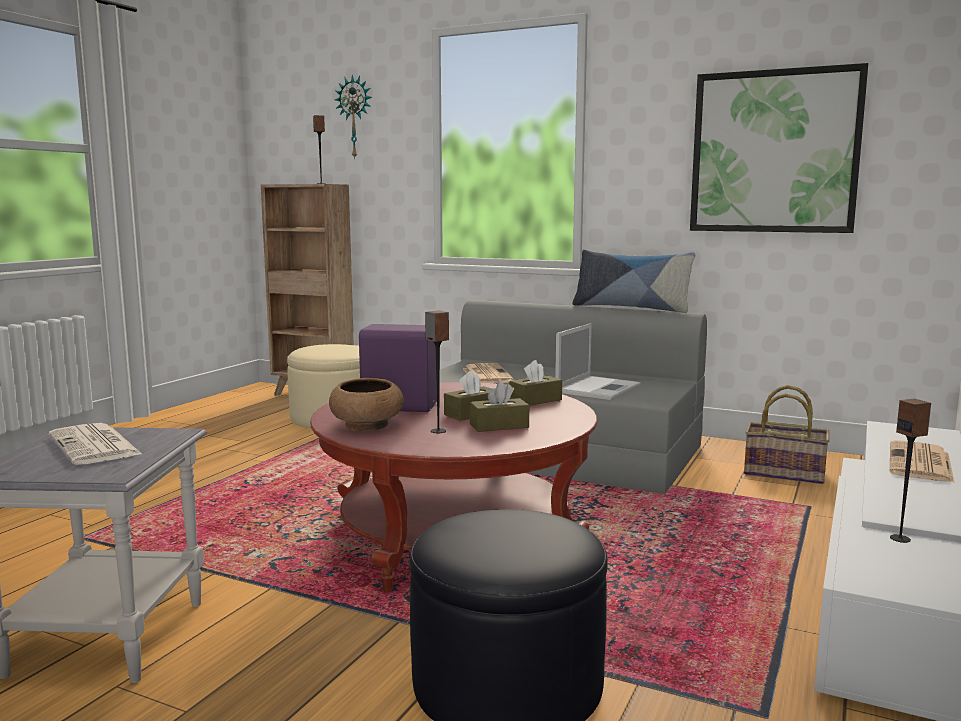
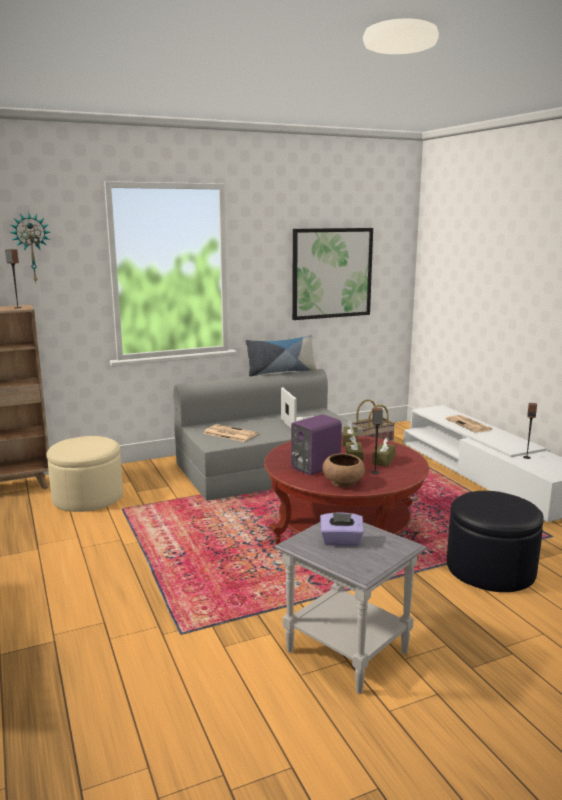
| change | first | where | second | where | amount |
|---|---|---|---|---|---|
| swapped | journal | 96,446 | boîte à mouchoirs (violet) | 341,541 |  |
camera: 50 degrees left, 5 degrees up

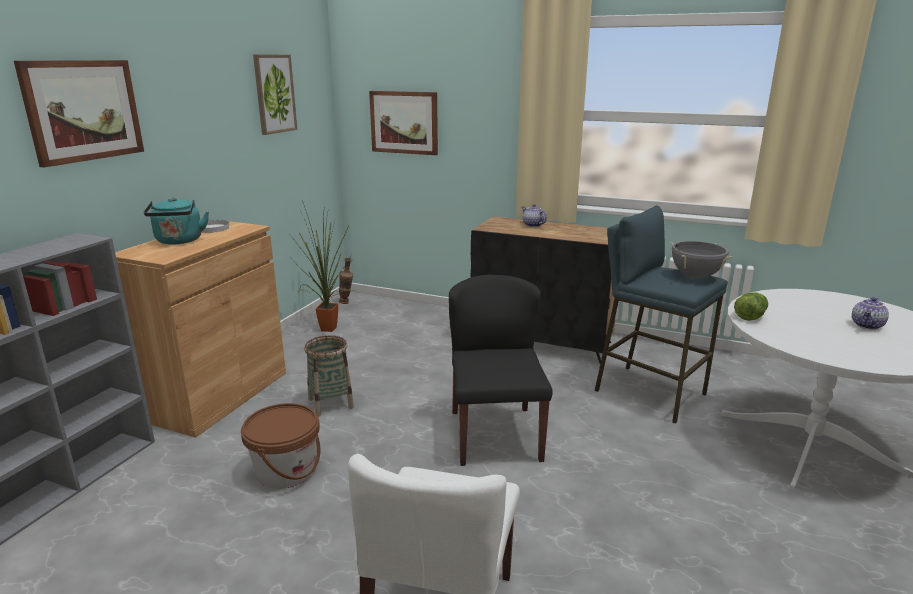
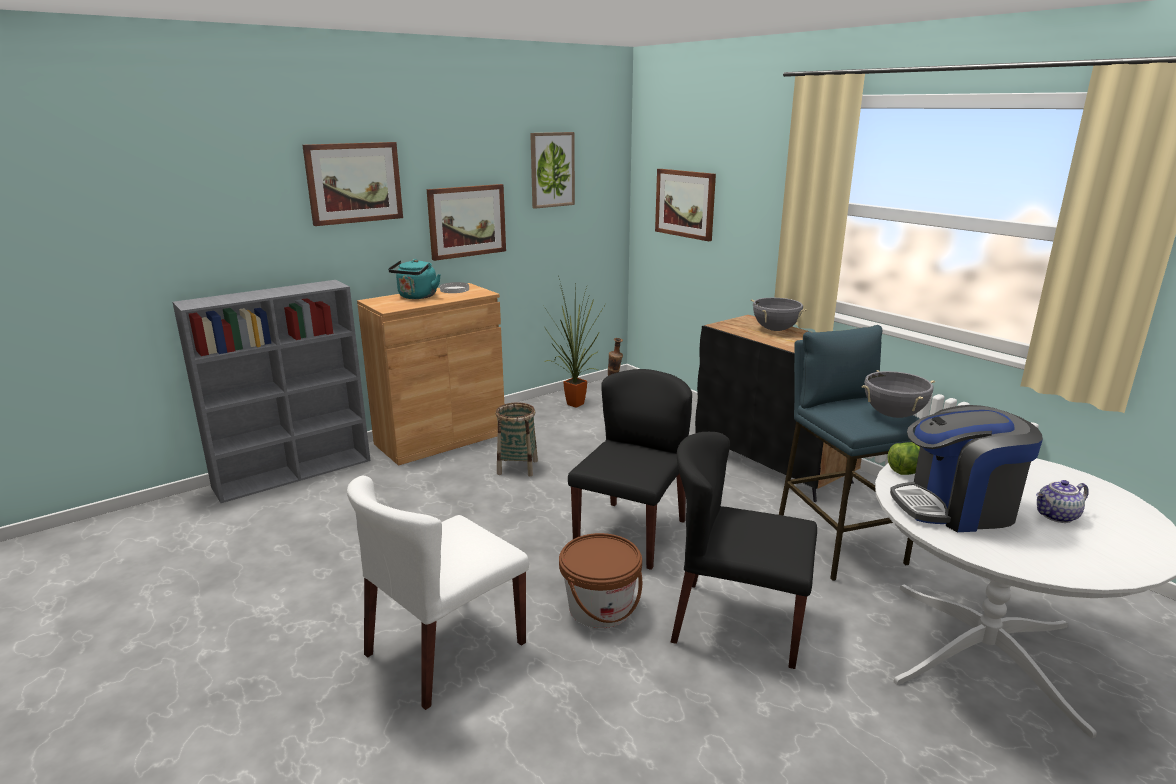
| change | first | where | second | where | amount |
|---|---|---|---|---|---|
| swapped | théière | 532,225 | marmite (gris) | 775,330 |  |
| shifted | seau (marron) | 286,471 |  | 600,608 |  |
| new |  |  | tableau | 466,221 |  |
| new |  |  | machine à café | 956,508 |  |
| new |  |  | chaise (noir) | 737,623 |  |
camera: 30 degrees right, 0 degrees up

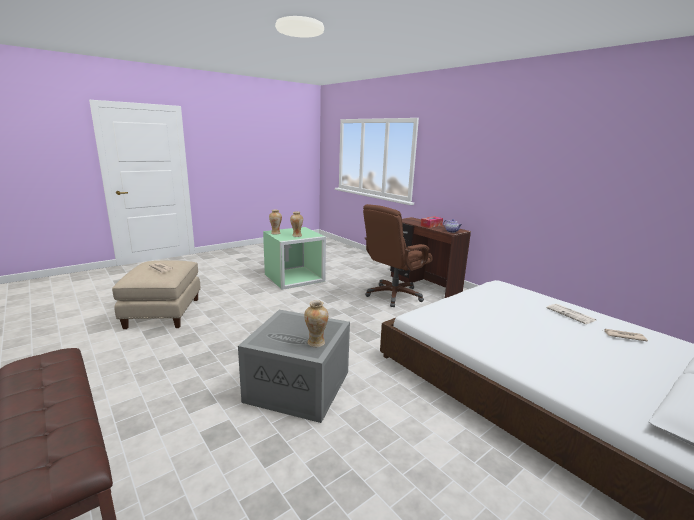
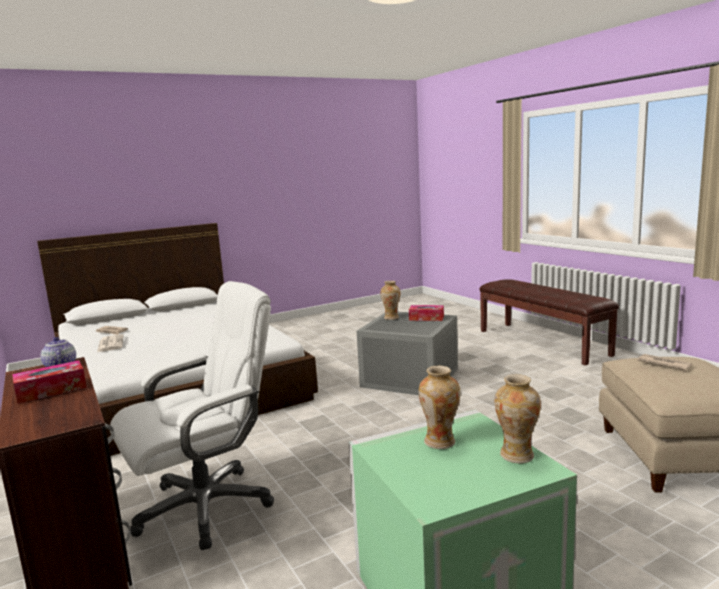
| change | first | where | second | where | amount |
|---|---|---|---|---|---|
| repainted | chaise de bureau (marron) | 394,295 | chaise de bureau (blanc) | 206,507 |  |
| new |  |  | boîte à mouchoirs | 426,318 |  |
camera: 170 degrees left, 5 degrees down

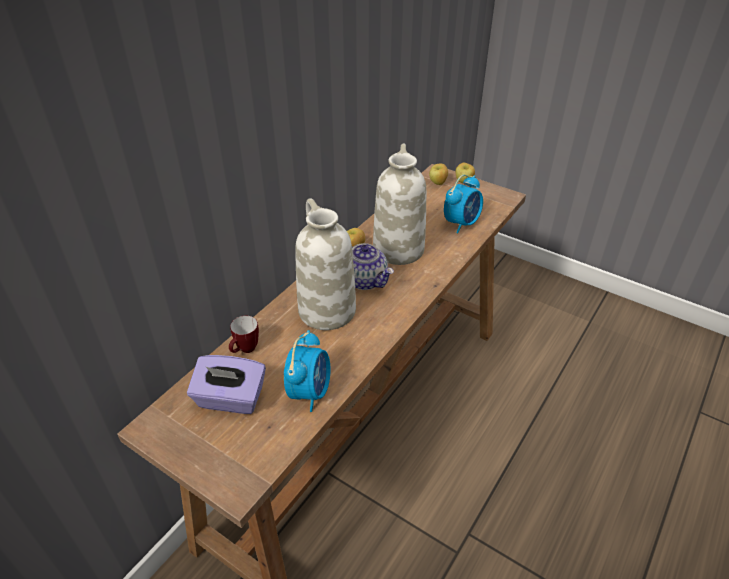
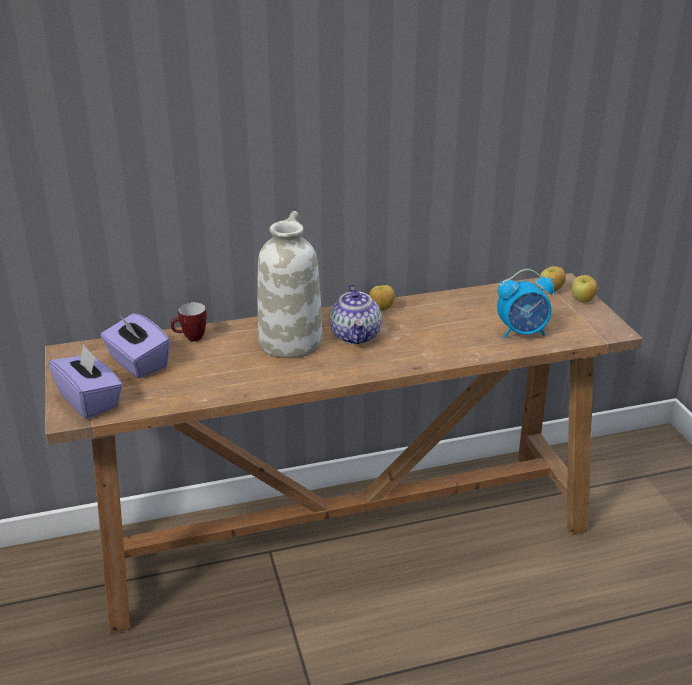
| change | first | where | second | where | amount |
|---|---|---|---|---|---|
| gone | vase (blanc) | 398,248 |  |  |  |
| gone | réveil | 310,392 |  |  |  |
| new |  |  | boîte à mouchoirs (violet) | 90,400 |  |
camera: 40 degrees right, 10 degrees down

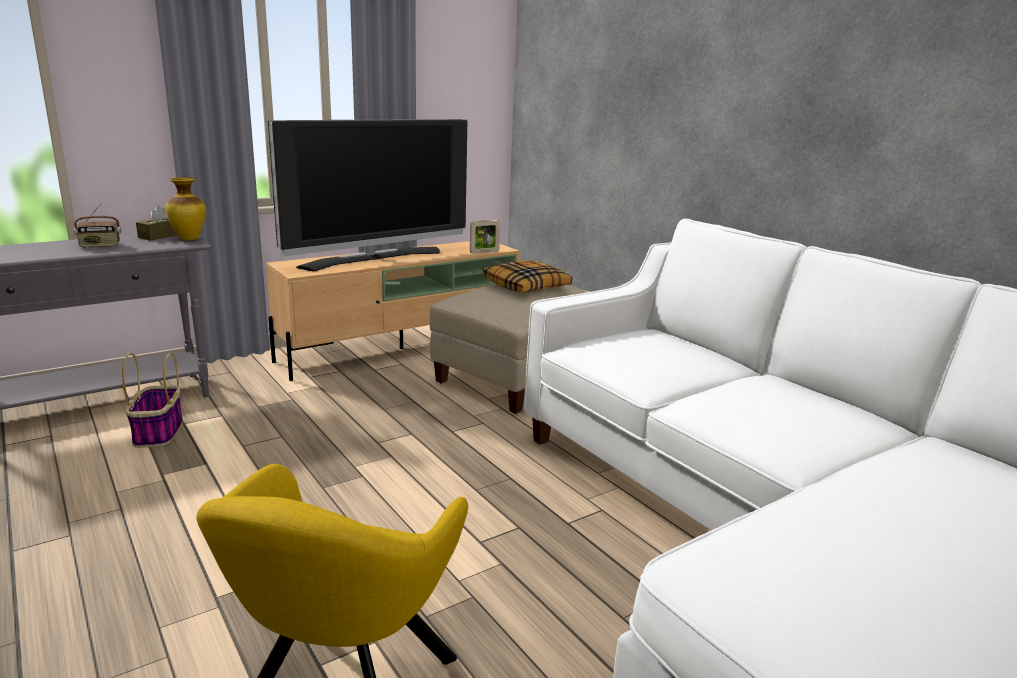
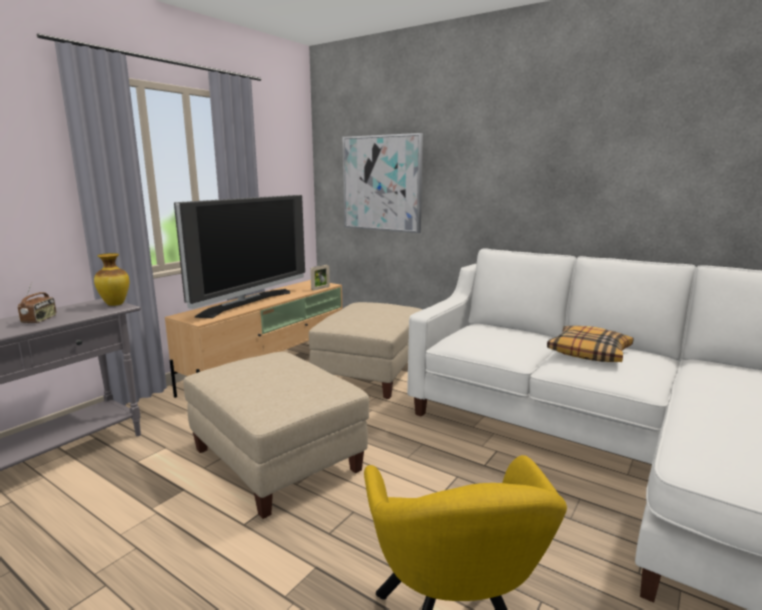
| change | first | where | second | where | amount |
|---|---|---|---|---|---|
| rotated | radio | 100,246 |  | 40,320 | 45 degrees counterclockwise |
| gone | boîte à mouchoirs (marron) | 160,236 |  |  |  |
| shifted | coussin | 526,287 |  | 589,353 |  |
| gone | panier | 158,433 |  |  |  |
| new |  |  | tableau | 381,183 |  |
| new |  |  | pouf (beige) | 276,461 |  |
camera: 20 degrees left, 5 degrees down

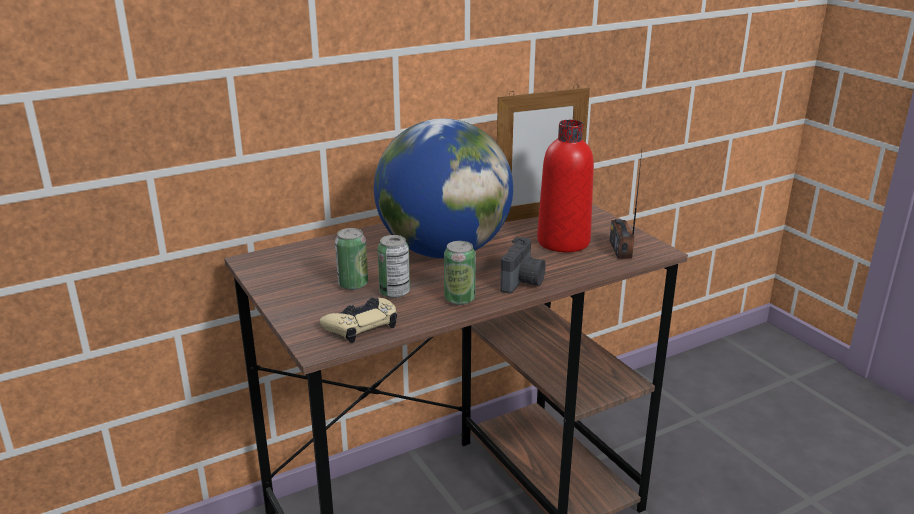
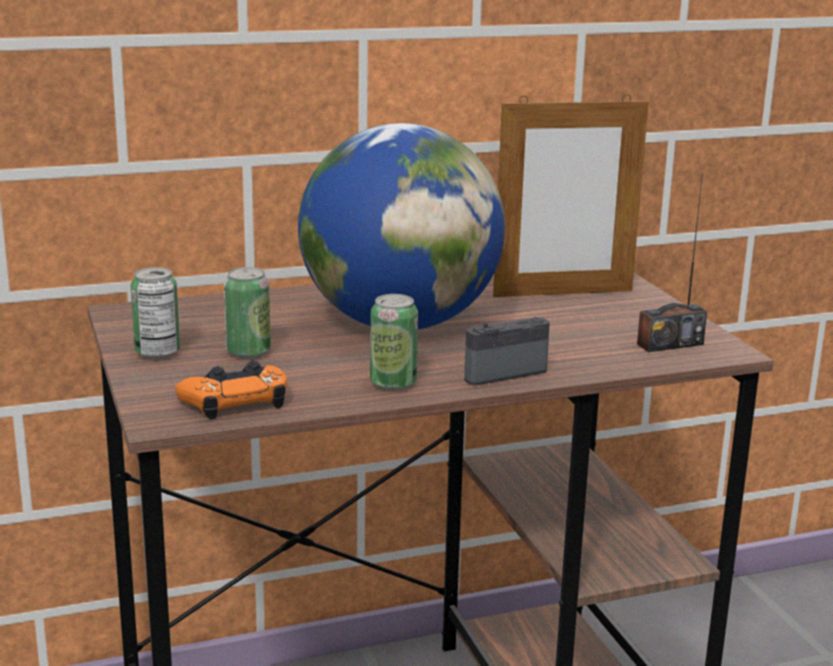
| change | first | where | second | where | amount |
|---|---|---|---|---|---|
| gone | bouteille (rouge) | 563,242 |  |  |  |
| rotated | radio | 621,249 |  | 669,344 | 120 degrees counterclockwise |
| shifted | boîte métallique | 394,292 |  | 157,352 |  |
| rotated | appareil photo | 523,282 |  | 499,371 | 150 degrees counterclockwise |
| repainted | manette (beige) | 361,325 | manette (orange) | 235,401 |  |
camera: 10 degrees right, 5 degrees down

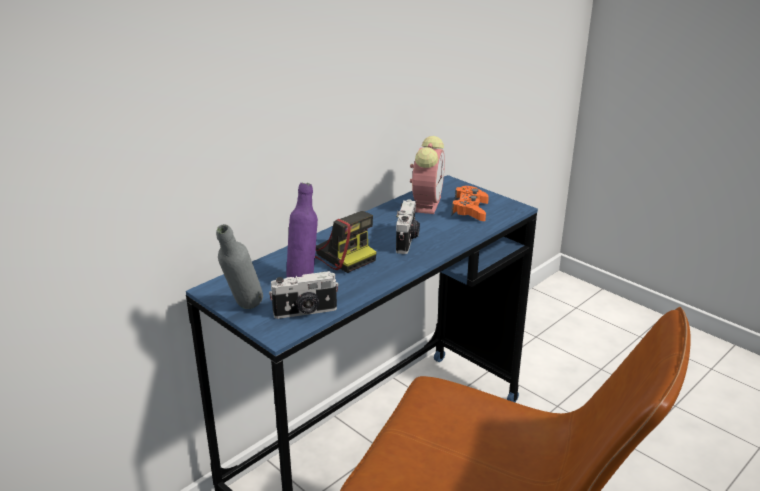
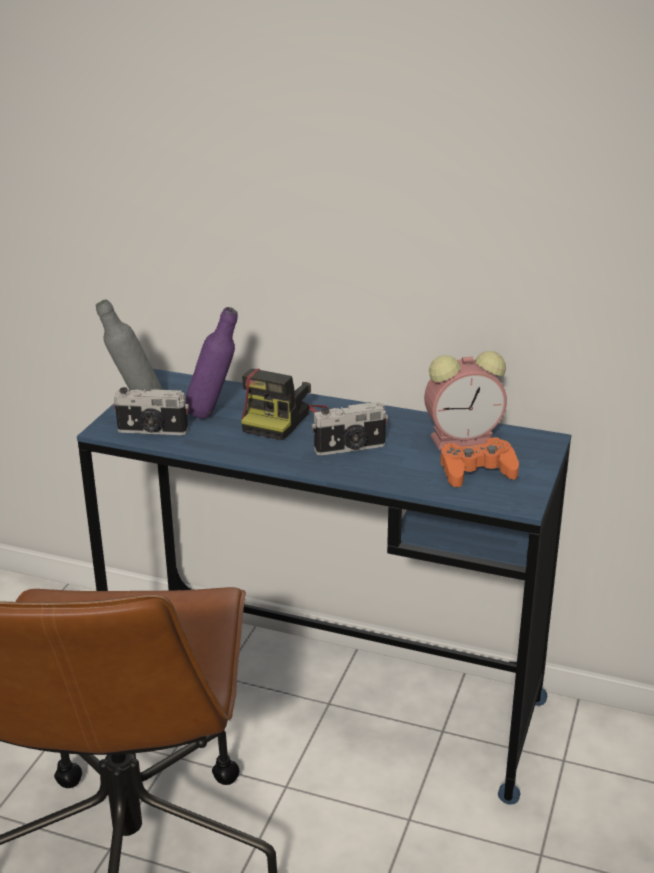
| change | first | where | second | where | amount |
|---|---|---|---|---|---|
| rotated | appareil photo | 305,312 |  | 152,431 | 45 degrees counterclockwise |
camera: 65 degrees right, 0 degrees up

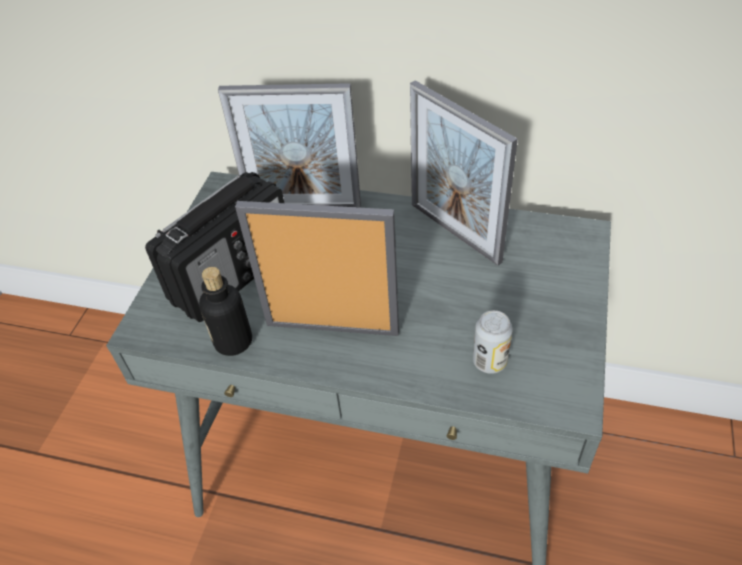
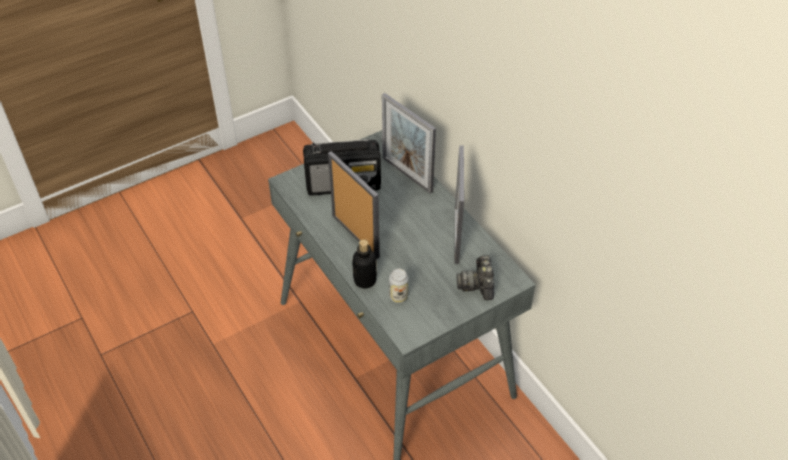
| change | first | where | second | where | amount |
|---|---|---|---|---|---|
| shifted | bouteille | 233,341 |  | 365,280 |  |
| new |  |  | appareil photo | 478,285 |  |
camera: 40 degrees right, 0 degrees up

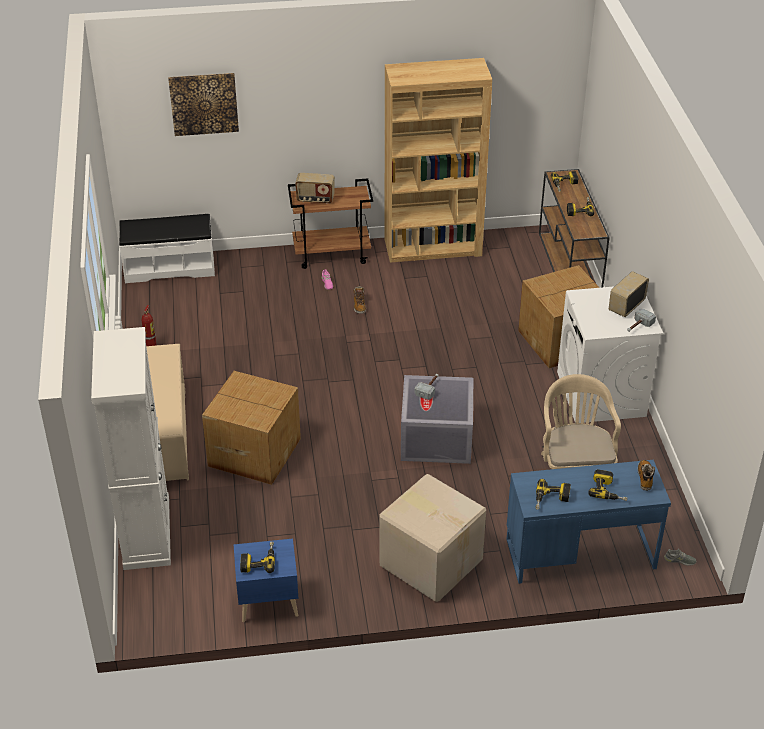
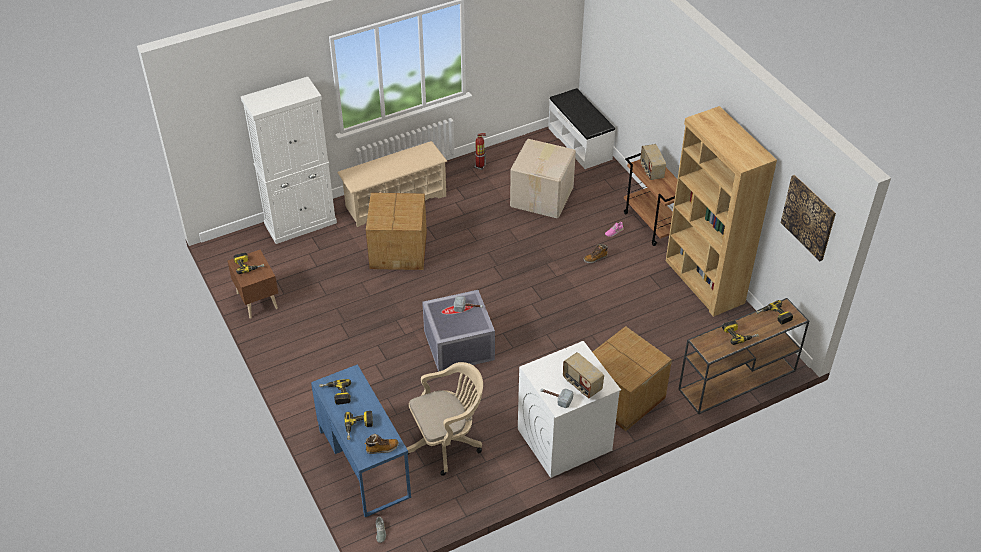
| change | first | where | second | where | amount |
|---|---|---|---|---|---|
| shifted | tableau | 204,103 |  | 808,217 |  |
| rotated | radio | 626,306 |  | 581,384 | 150 degrees counterclockwise |
| shifted | carton | 431,561 |  | 543,197 |  |
| repainted | table de chevet (bleu) | 267,602 | table de chevet (marron) | 257,300 |  |
camera: 70 degrees right, 5 degrees up

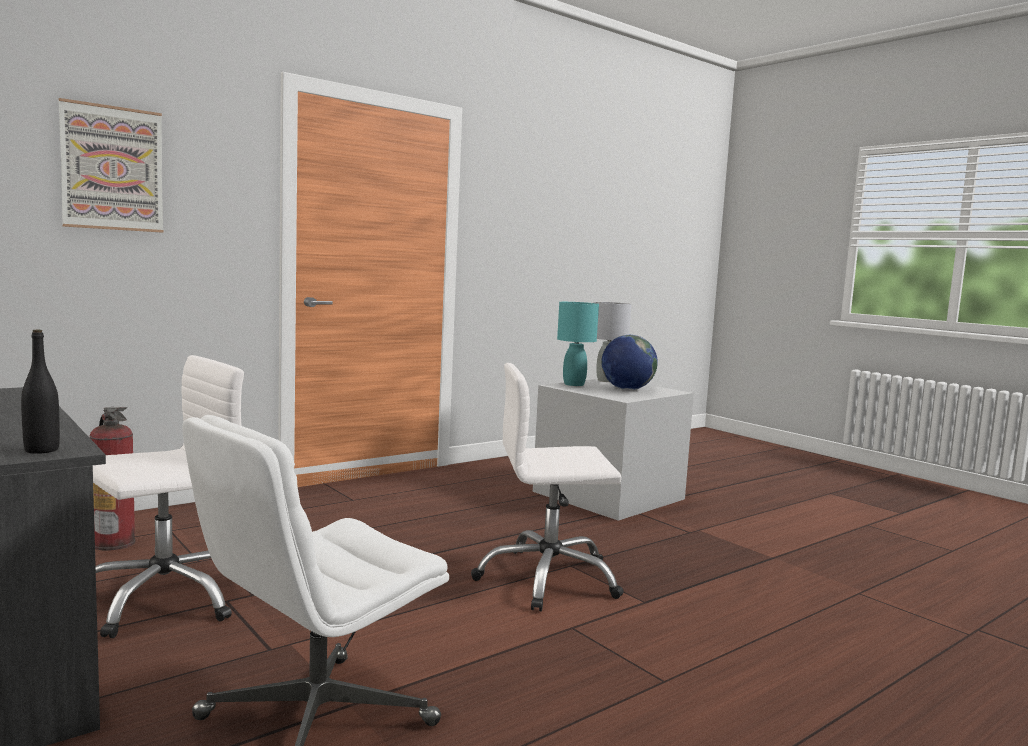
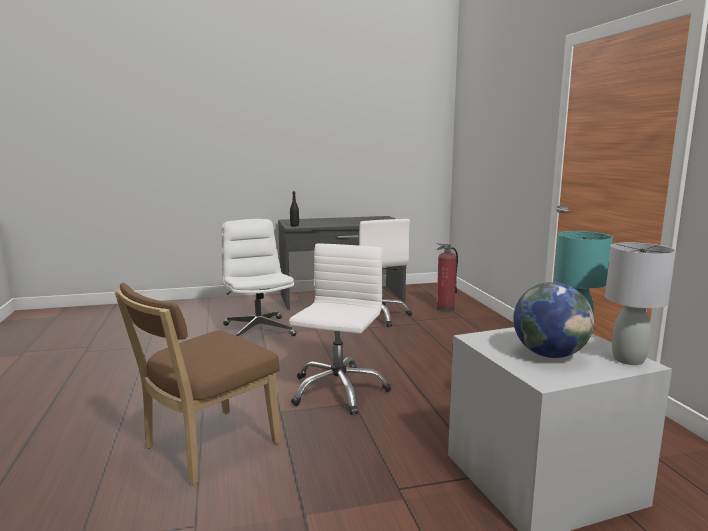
| change | first | where | second | where | amount |
|---|---|---|---|---|---|
| gone | tableau | 112,168 |  |  |  |
| new |  |  | chaise (marron) | 206,448 |  |
camera: 115 degrees right, 5 degrees up

